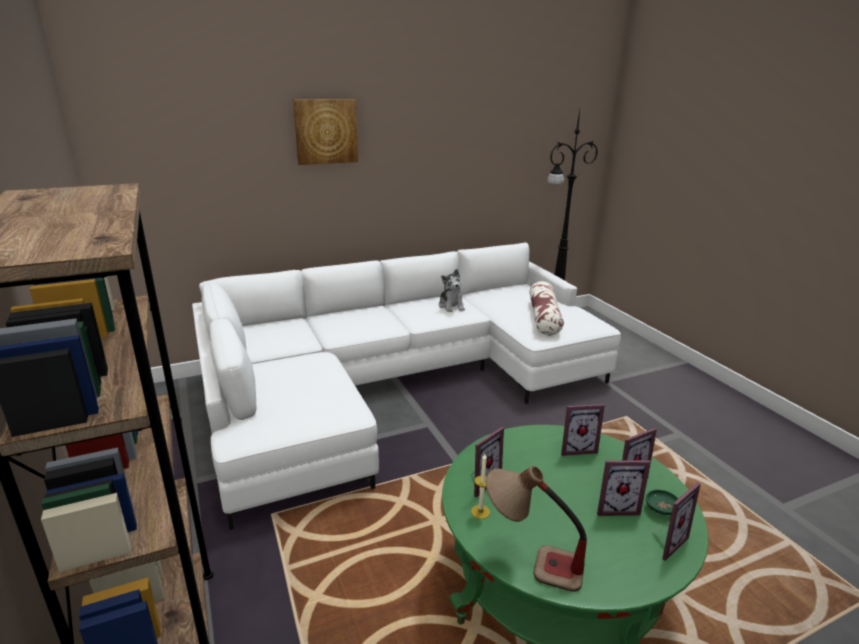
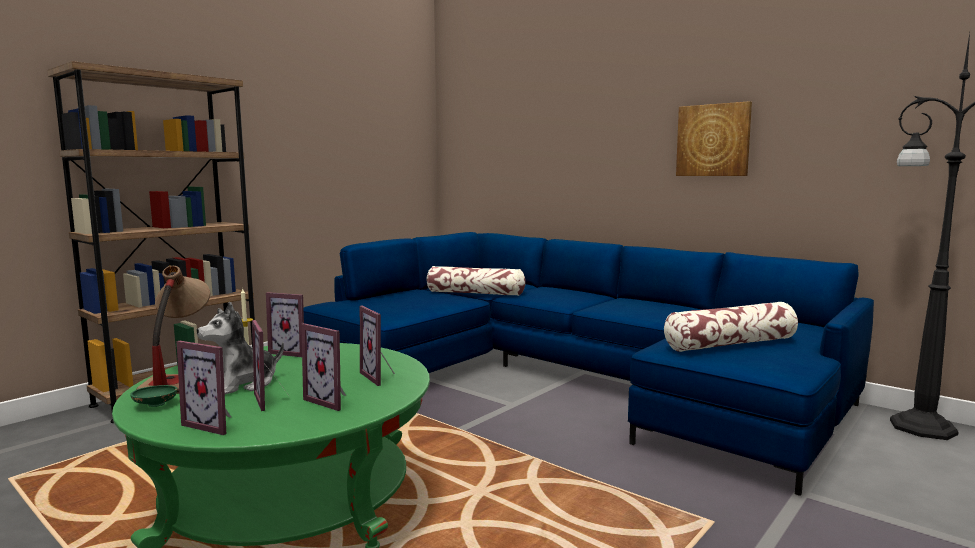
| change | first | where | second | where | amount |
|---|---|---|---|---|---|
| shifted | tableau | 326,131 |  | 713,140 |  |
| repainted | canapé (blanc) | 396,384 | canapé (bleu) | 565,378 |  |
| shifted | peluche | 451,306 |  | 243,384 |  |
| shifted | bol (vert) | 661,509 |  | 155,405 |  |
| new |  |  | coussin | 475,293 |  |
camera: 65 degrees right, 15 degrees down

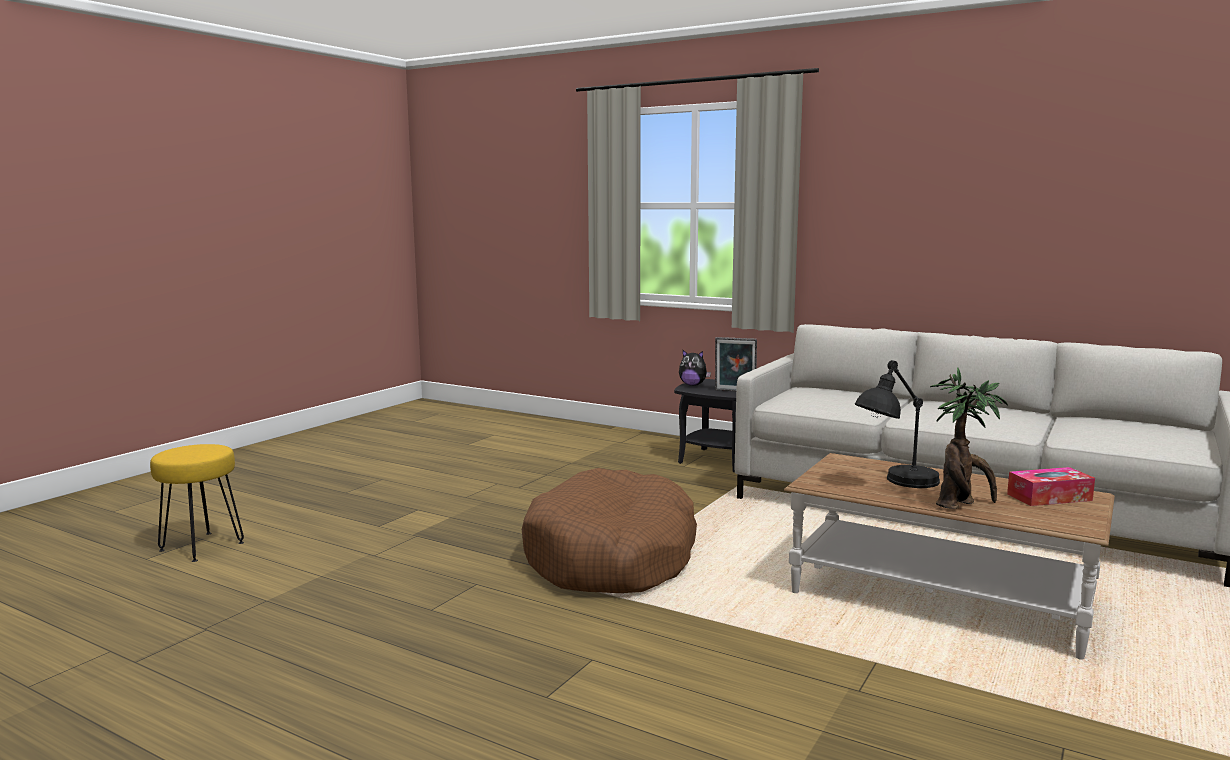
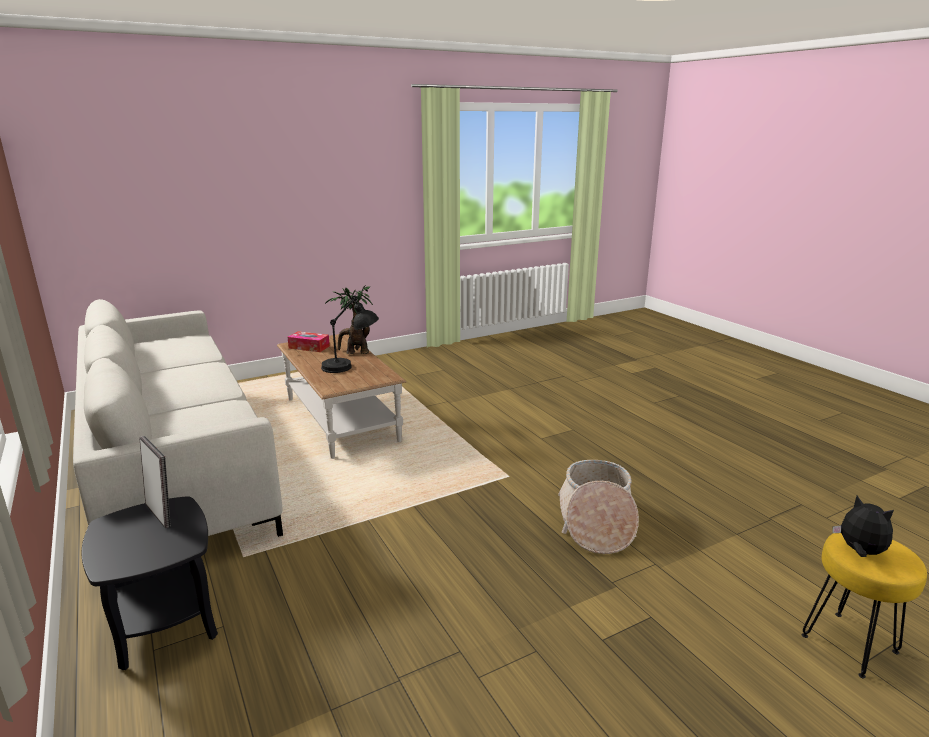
| change | first | where | second | where | amount |
|---|---|---|---|---|---|
| shifted | peluche | 693,385 |  | 859,552 |  |
| gone | panier pour chien (marron) | 611,557 |  |  |  |
| new |  |  | panier | 596,522 |  |
camera: 150 degrees left, 10 degrees up

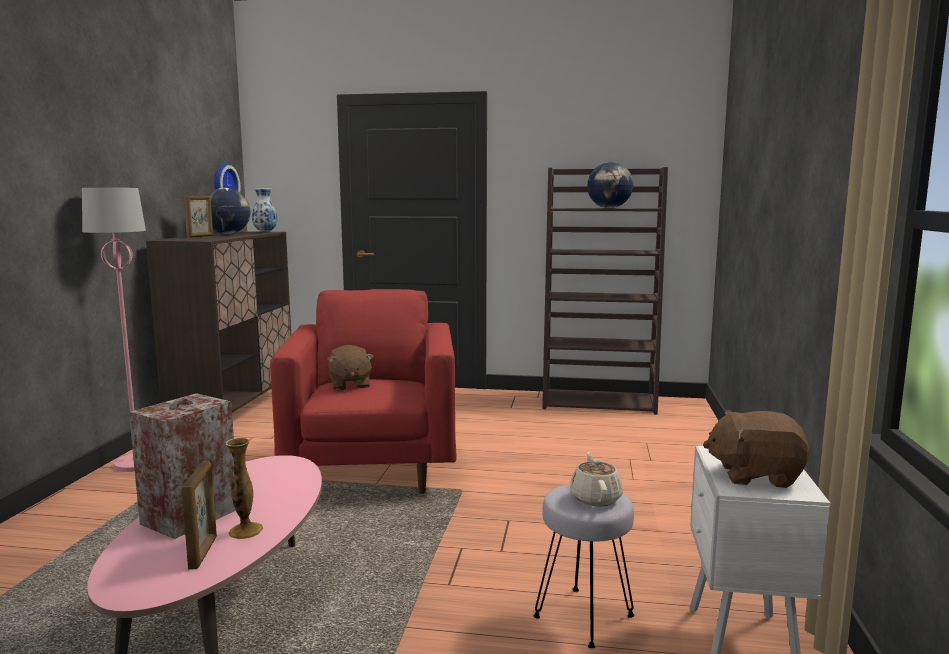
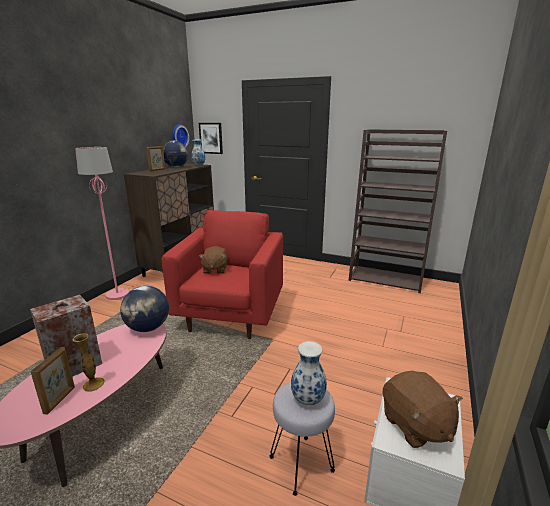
| change | first | where | second | where | amount |
|---|---|---|---|---|---|
| shifted | globe | 609,208 |  | 147,328 |  |
| rotated | peluche (marron) | 755,475 |  | 415,425 | 135 degrees counterclockwise |
| swapped | théière (beige) | 595,498 | vase | 308,400 |  |
| new |  |  | tableau | 211,138 |  |
camera: 15 degrees right, 10 degrees up

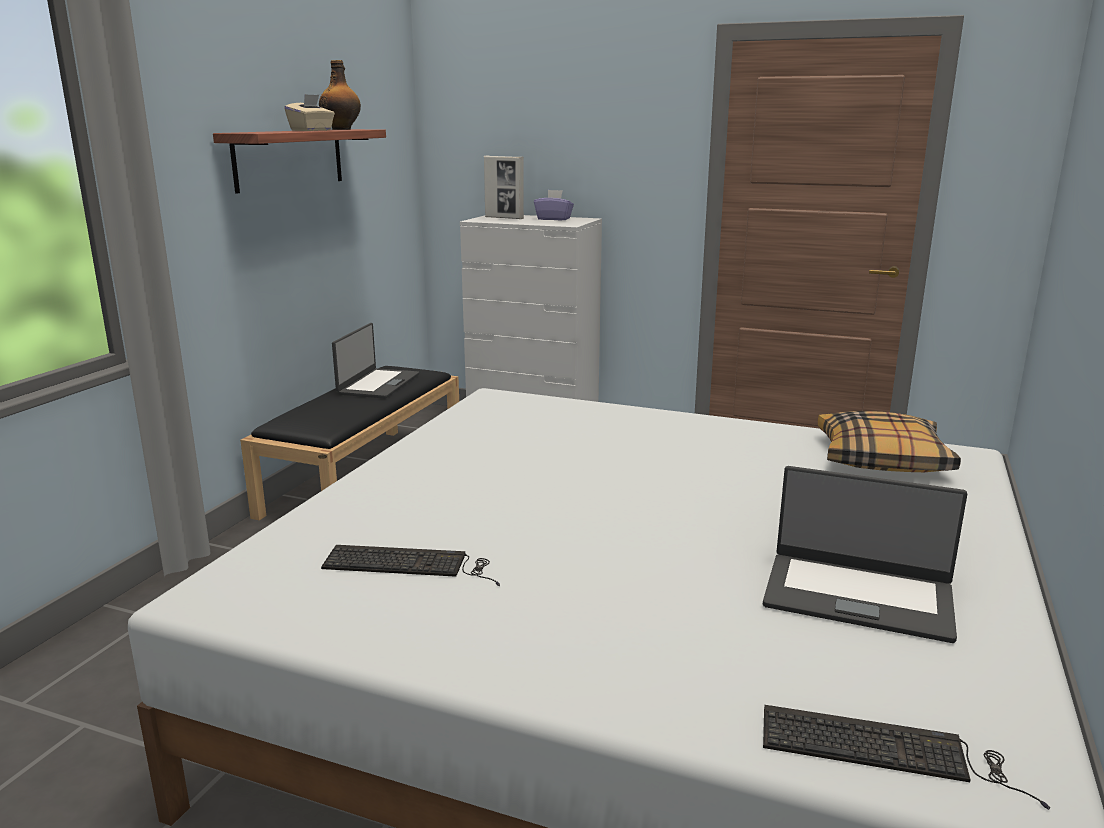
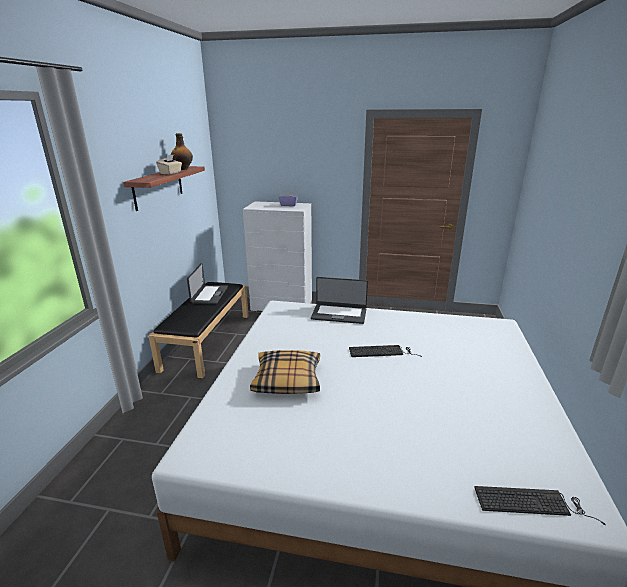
| change | first | where | second | where | amount |
|---|---|---|---|---|---|
| gone | cadre photo | 504,218 |  |  |  |
| shifted | coussin | 881,459 |  | 287,380 |  |
| shifted | ordinateur portable | 858,595 |  | 339,314 |  |
| shifted | clavier | 411,564 |  | 382,352 |  |
camera: 10 degrees left, 5 degrees up

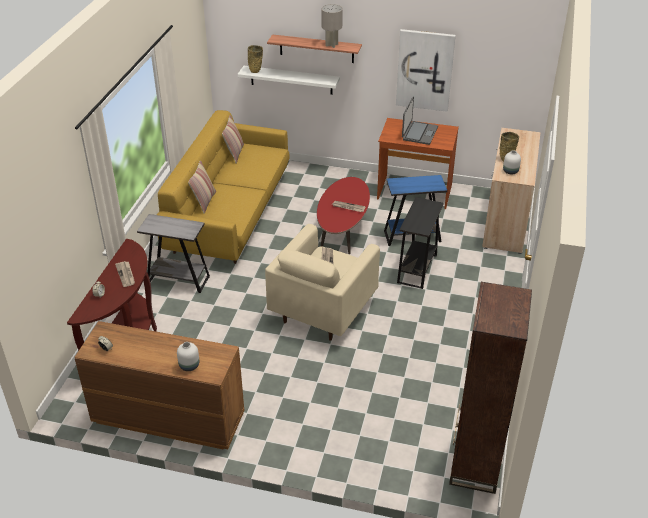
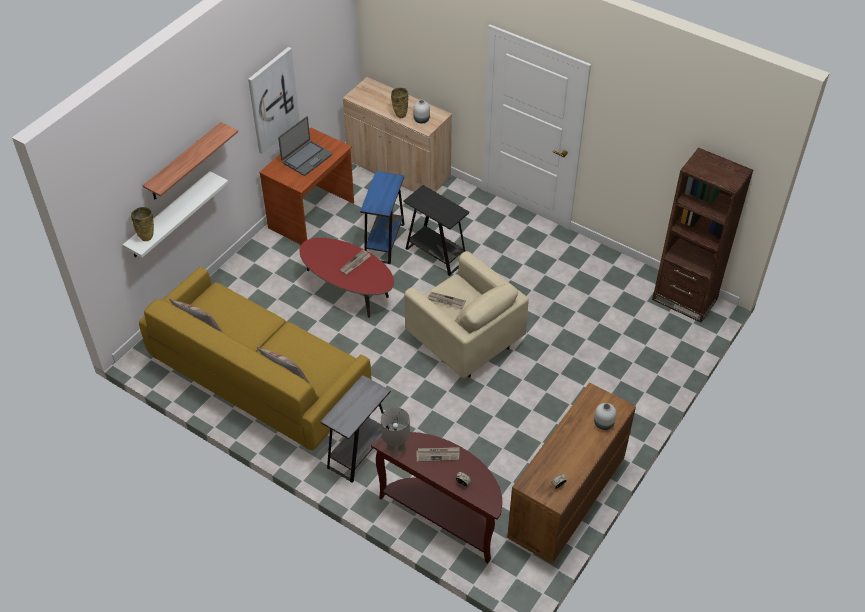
| change | first | where | second | where | amount |
|---|---|---|---|---|---|
| shifted | lampe de table (gris) | 331,45 |  | 396,449 |  |
| rotated | ordinateur portable | 419,133 |  | 306,158 | 90 degrees clockwise |
camera: 70 degrees left, 10 degrees up

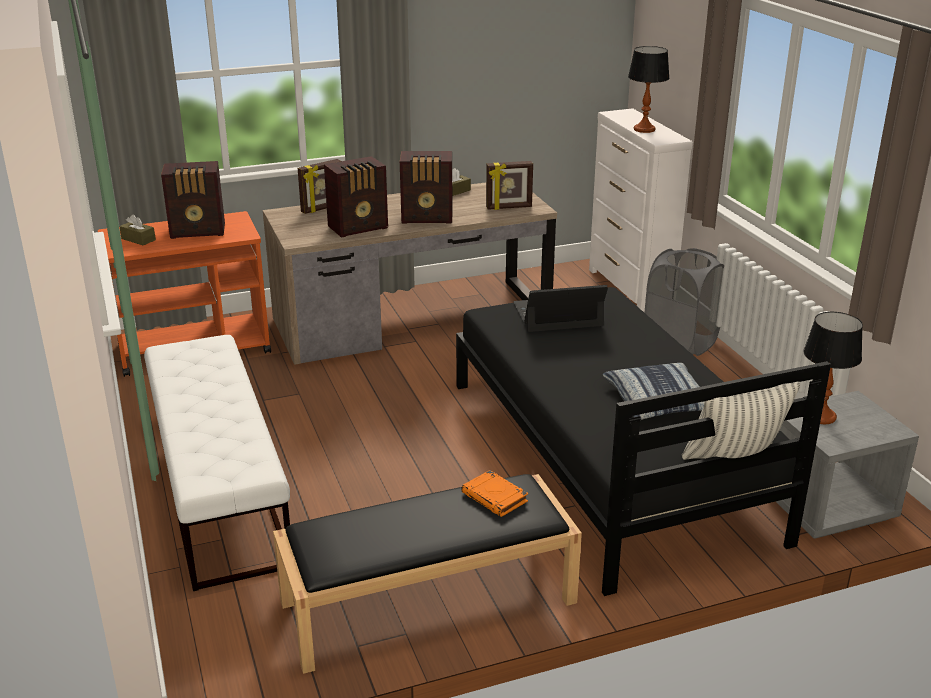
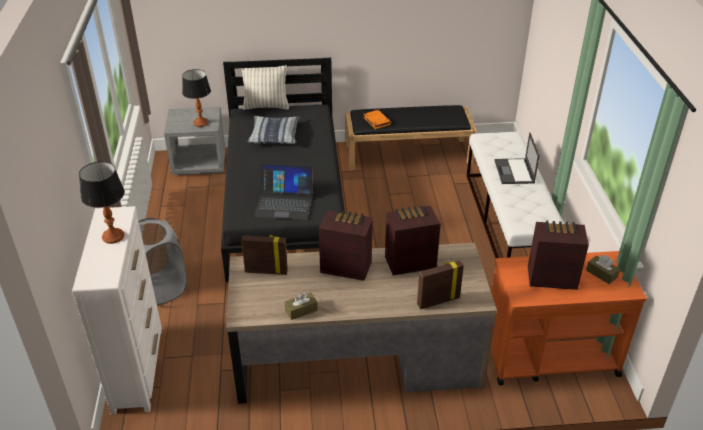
| change | first | where | second | where | amount |
|---|---|---|---|---|---|
| new |  |  | ordinateur portable | 514,172 |  |
camera: 165 degrees left, 10 degrees up

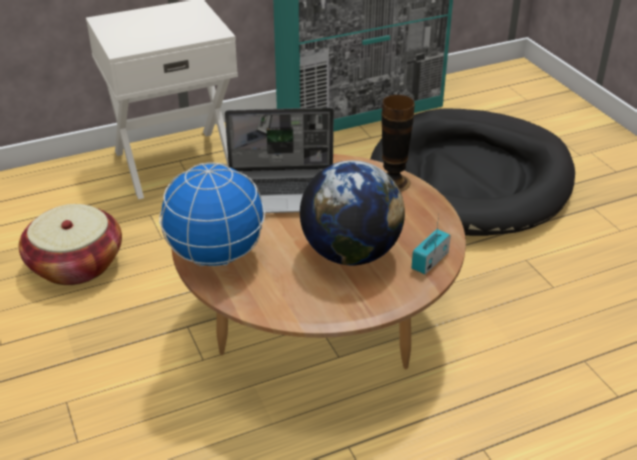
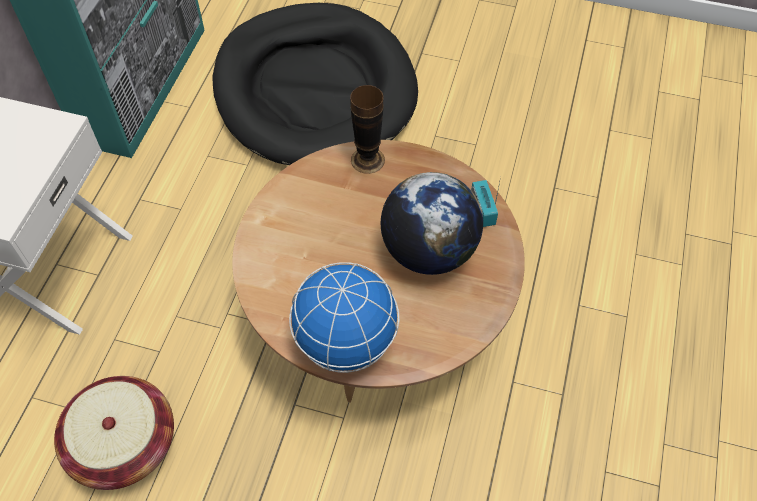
| change | first | where | second | where | amount |
|---|---|---|---|---|---|
| gone | ordinateur portable | 283,193 |  |  |  |
camera: 50 degrees left, 20 degrees up

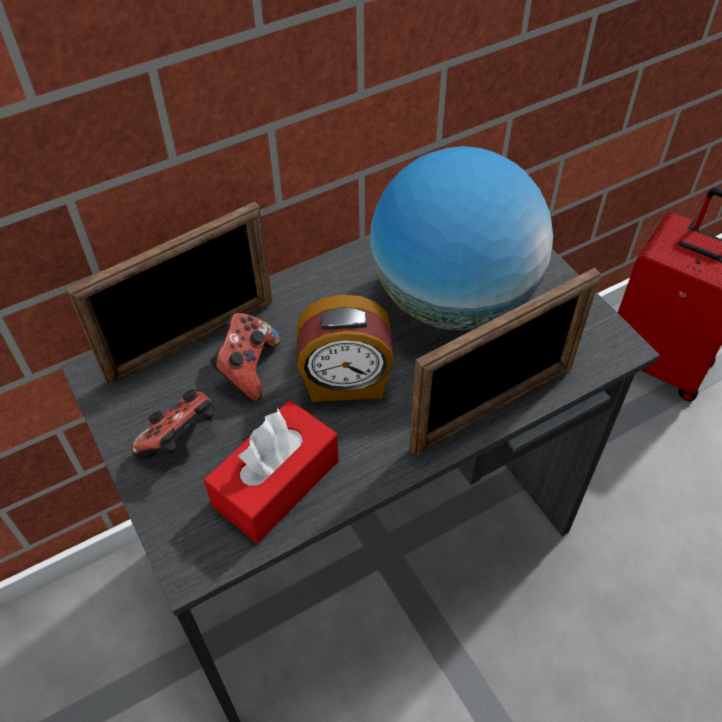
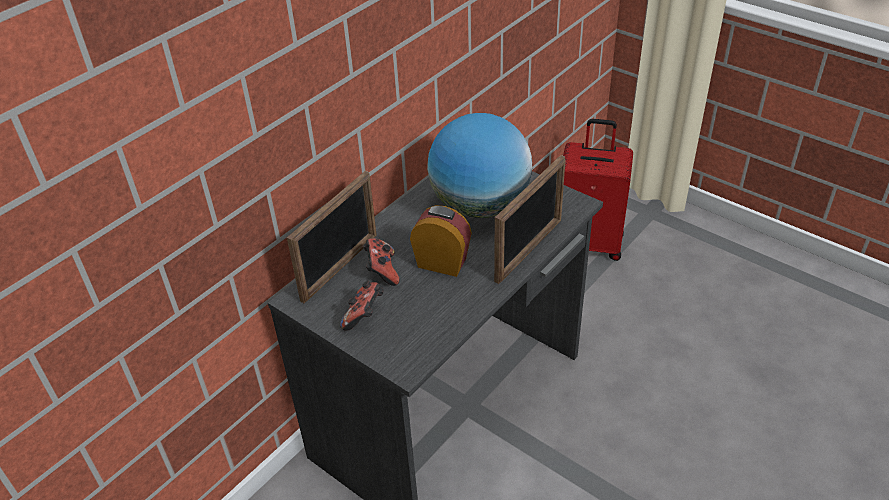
| change | first | where | second | where | amount |
|---|---|---|---|---|---|
| rotated | réveil | 346,383 |  | 442,262 | 135 degrees counterclockwise |
| gone | boîte à mouchoirs (rouge) | 276,483 |  |  |  |
camera: 20 degrees left, 10 degrees down

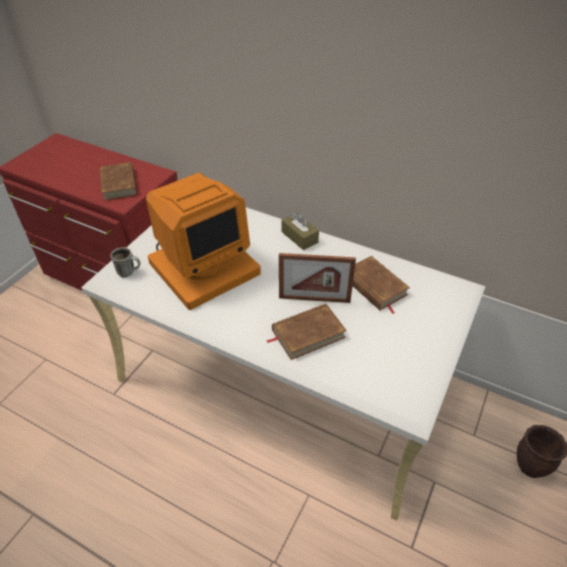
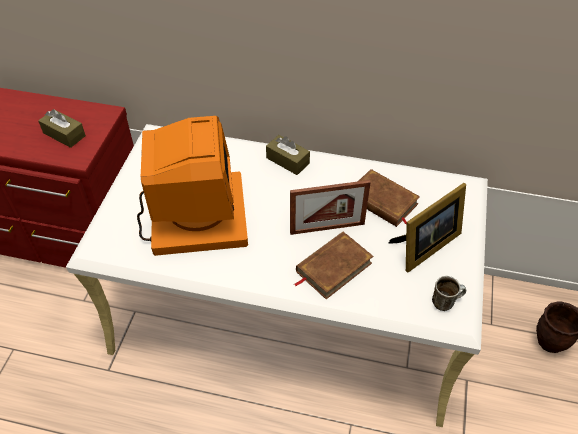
| change | first | where | second | where | amount |
|---|---|---|---|---|---|
| swapped | livre (marron) | 119,184 | boîte à mouchoirs (marron) | 64,134 |  |
| rotated | écran d'ordinateur | 203,266 |  | 196,215 | 45 degrees counterclockwise |
| shifted | mug | 129,272 |  | 445,302 |  |
| new |  |  | cadre photo | 424,247 |  |
camera: 15 degrees left, 5 degrees up

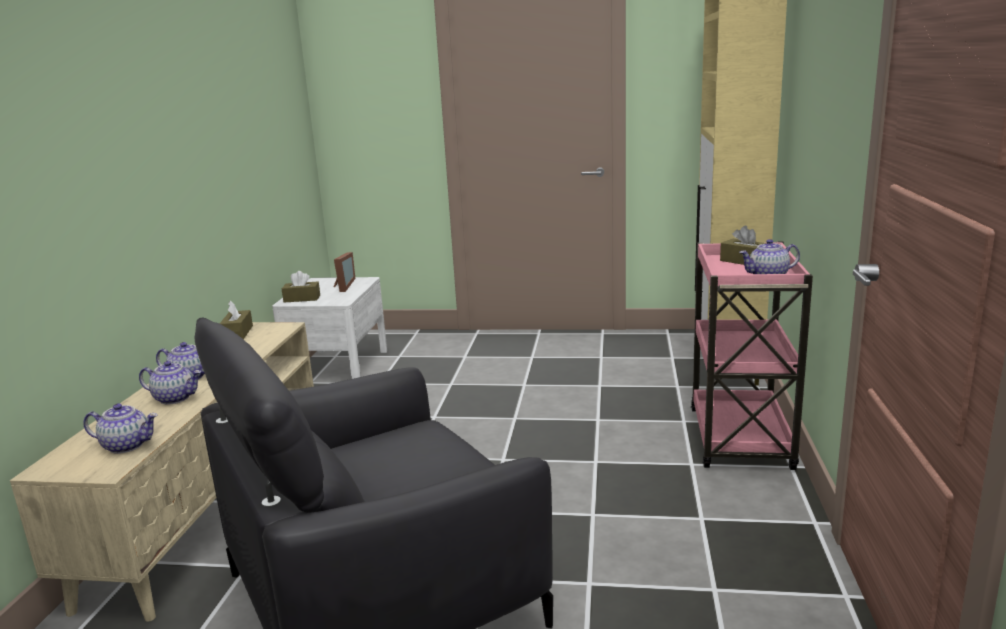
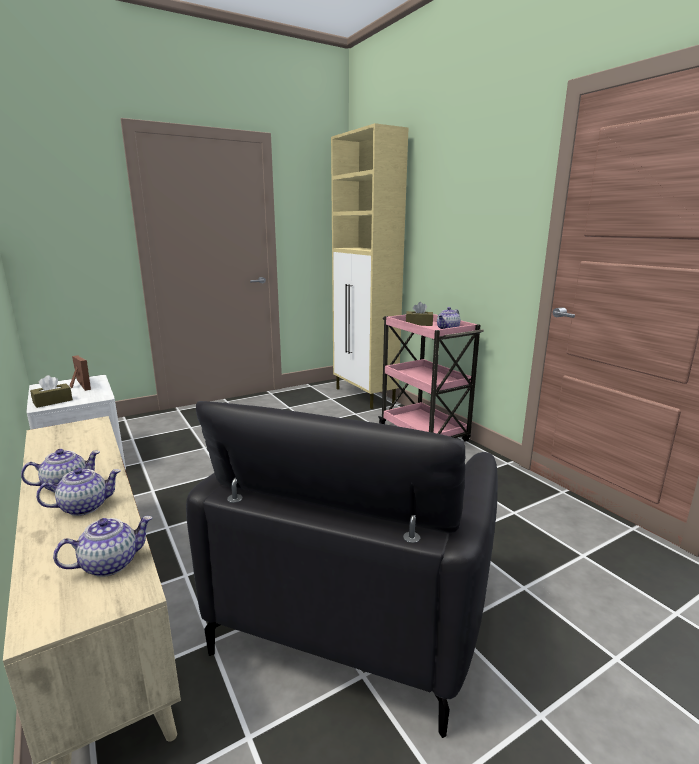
| change | first | where | second | where | amount |
|---|---|---|---|---|---|
| gone | boîte à mouchoirs (marron) | 237,333 |  |  |  |
camera: 40 degrees left, 0 degrees up

